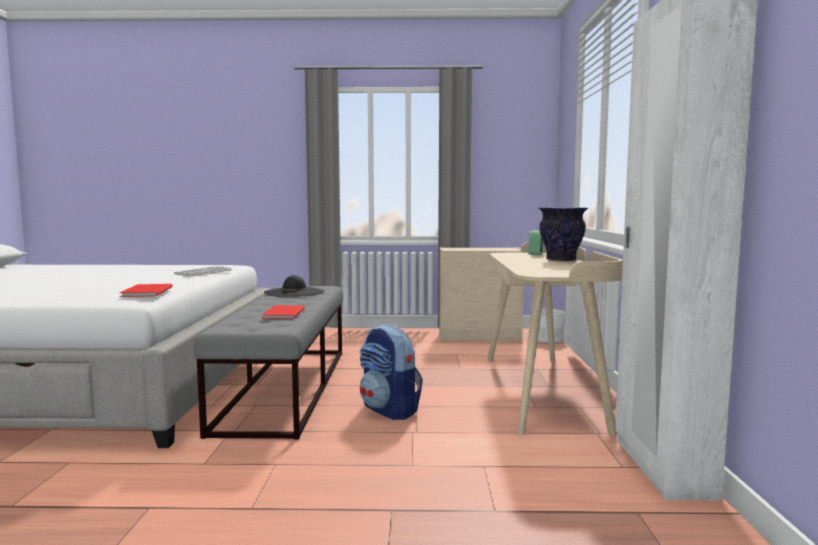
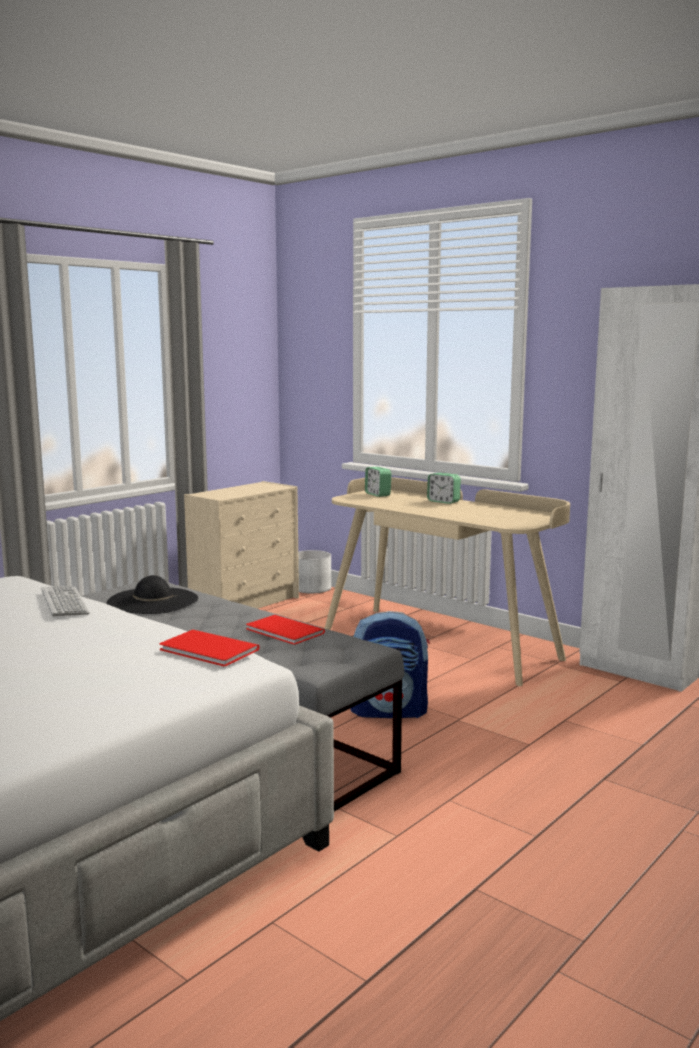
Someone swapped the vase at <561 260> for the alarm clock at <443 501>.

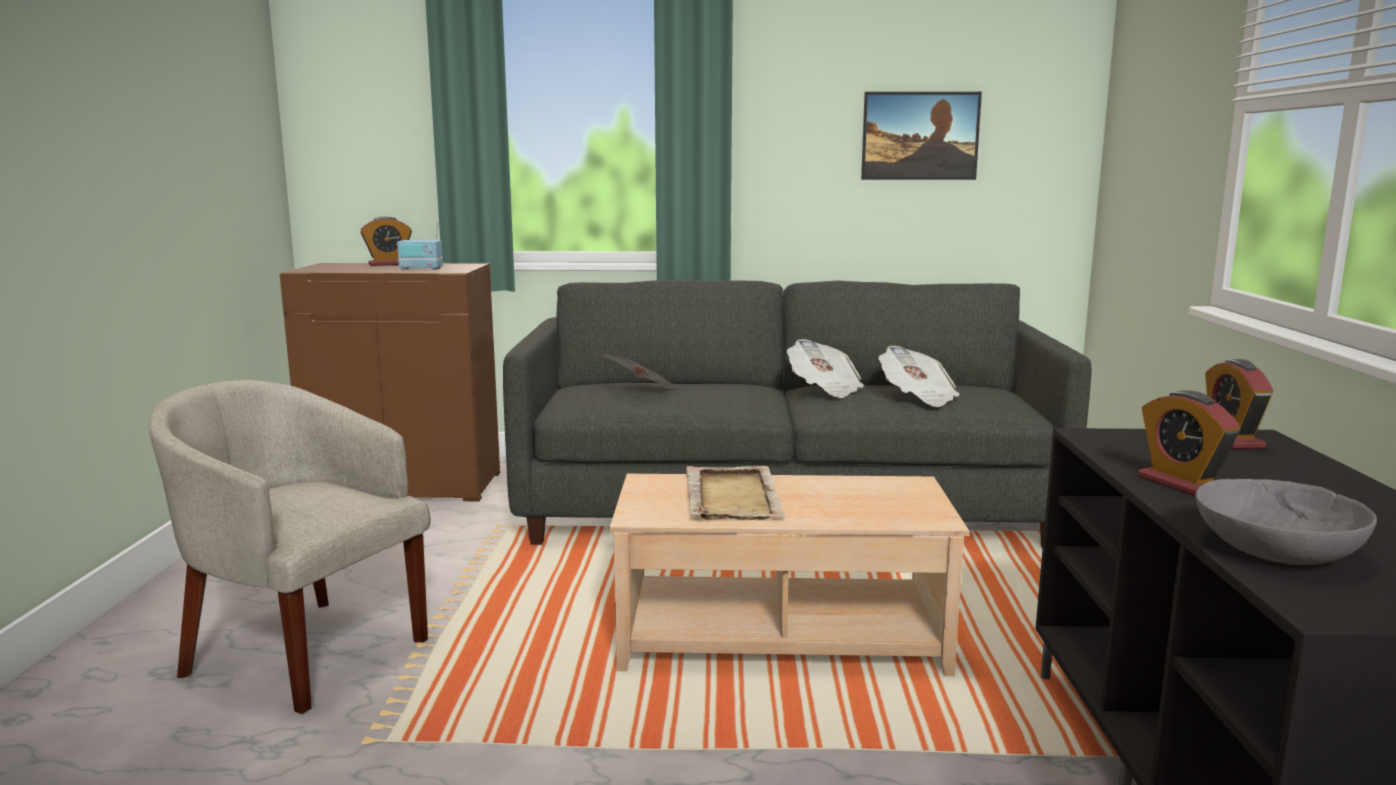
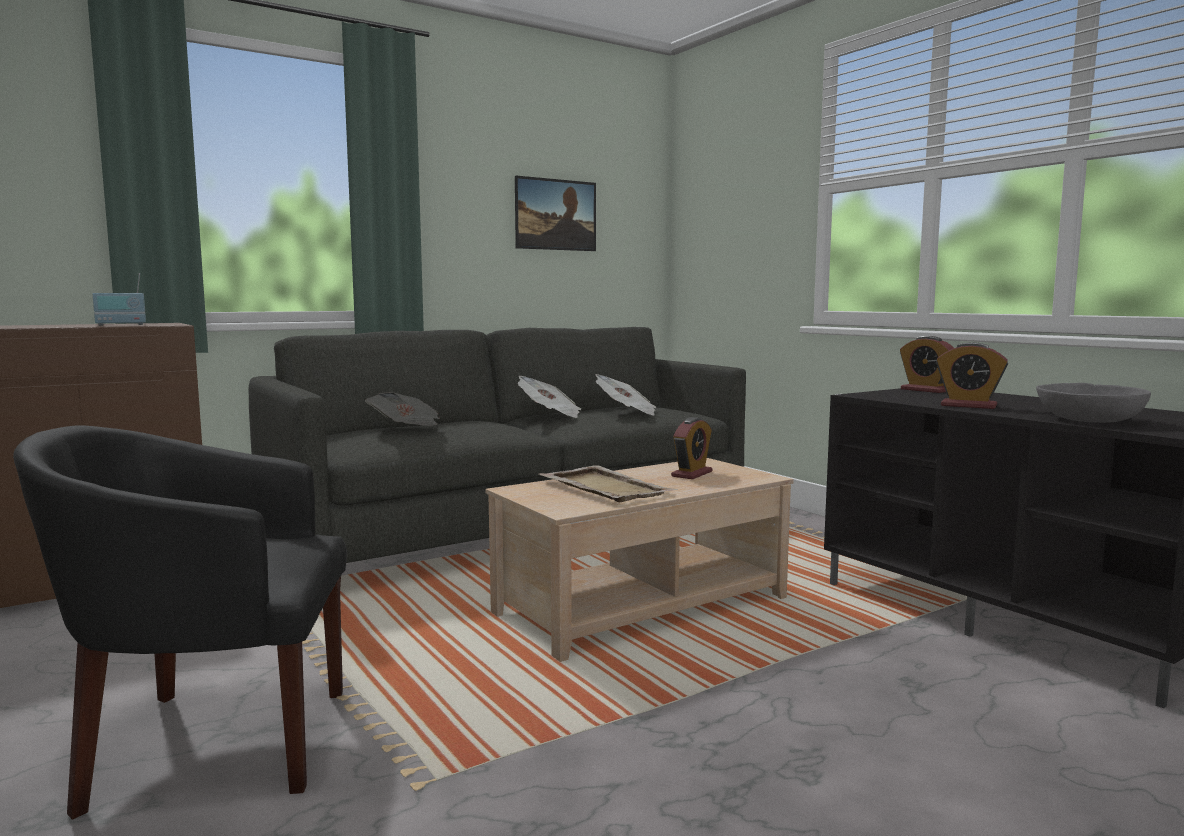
Someone carried the alarm clock from <388 264> to <692 474>. Someone repainted the armchair in beige at <303 652>, which became the armchair in black at <210 744>.

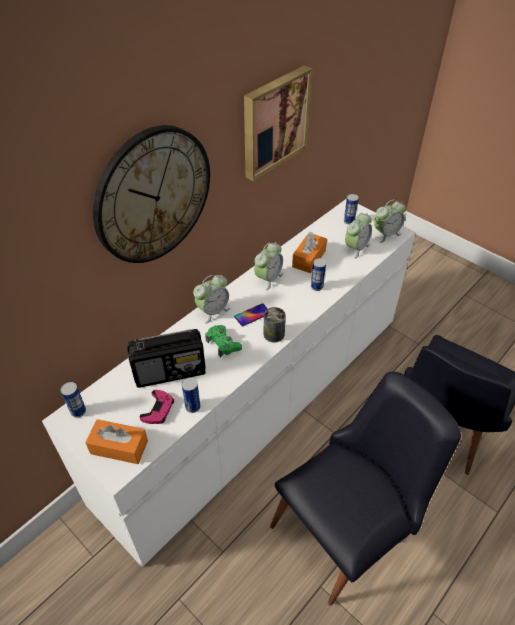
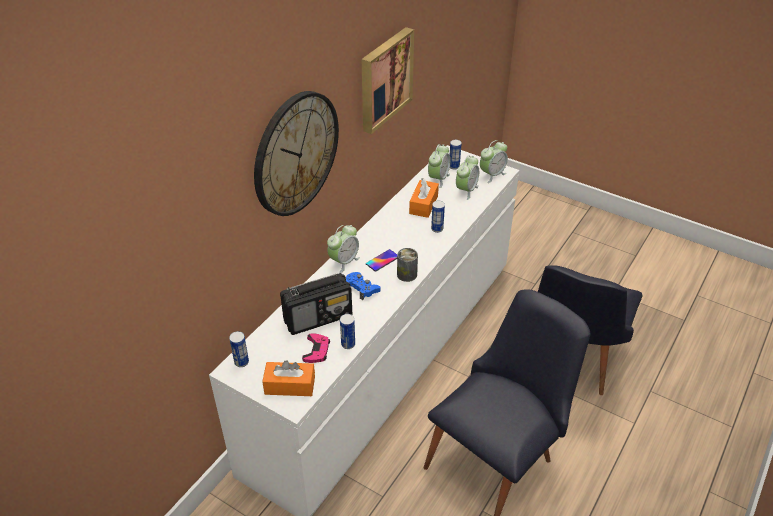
Someone carried the alarm clock from <268 278> to <438 179>. Someone repainted the game controller in green at <223 344>, which became the game controller in blue at <361 288>.

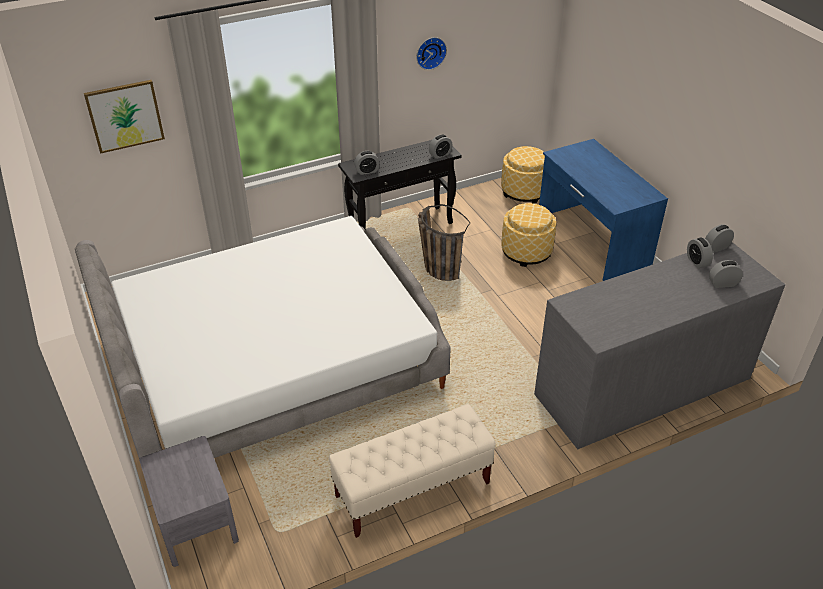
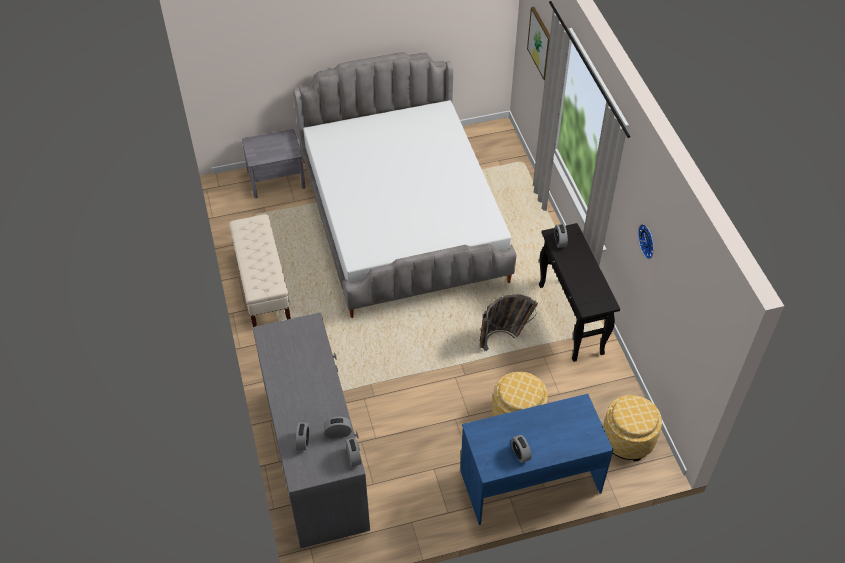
Someone carried the alarm clock from <440 154> to <520 454>.

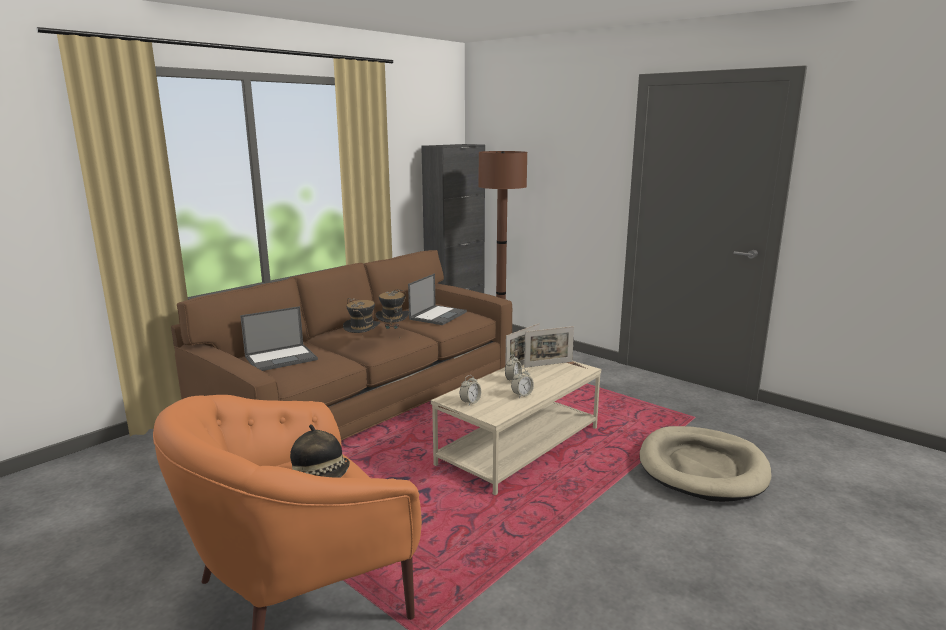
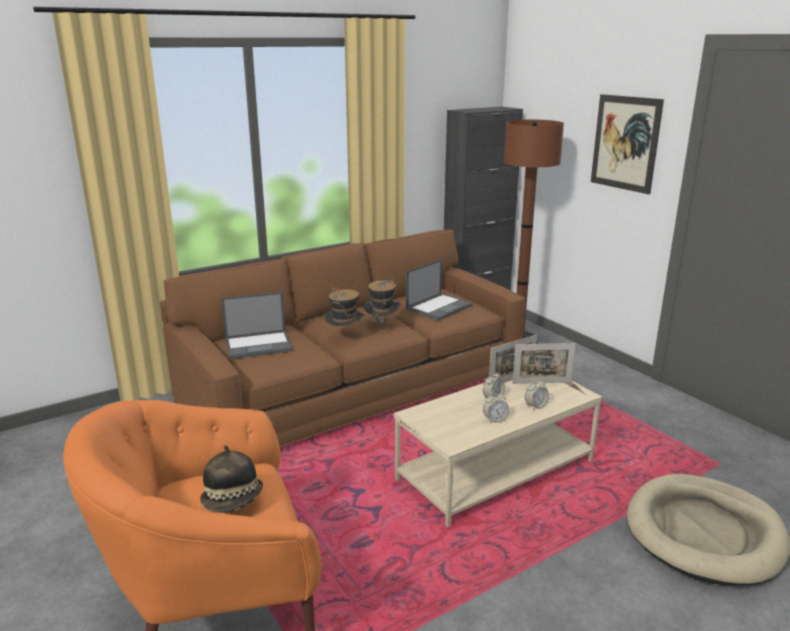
Someone put up the picture at <625 143>. Someone carried the alarm clock from <470 402> to <535 406>.

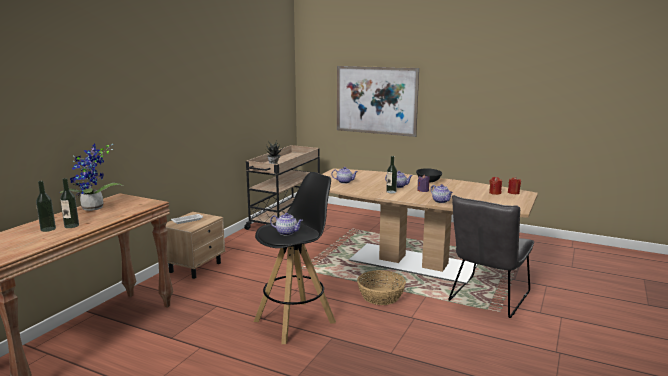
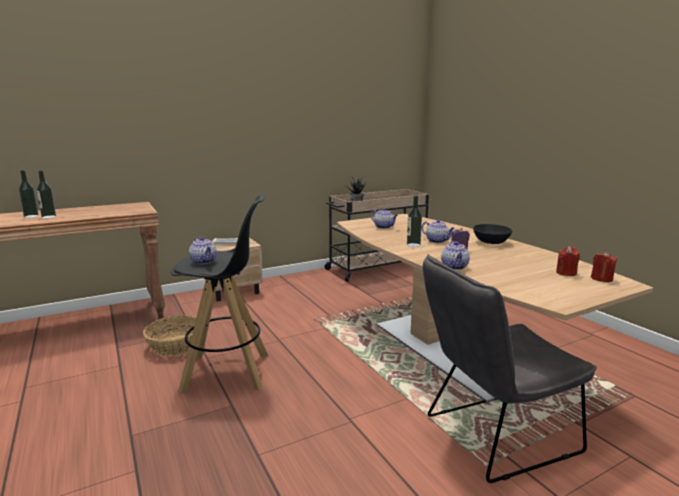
Someone took away the potted plant at <94 209>. Someone took away the picture at <376 100>. Someone carried the basket from <381 296> to <176 345>.

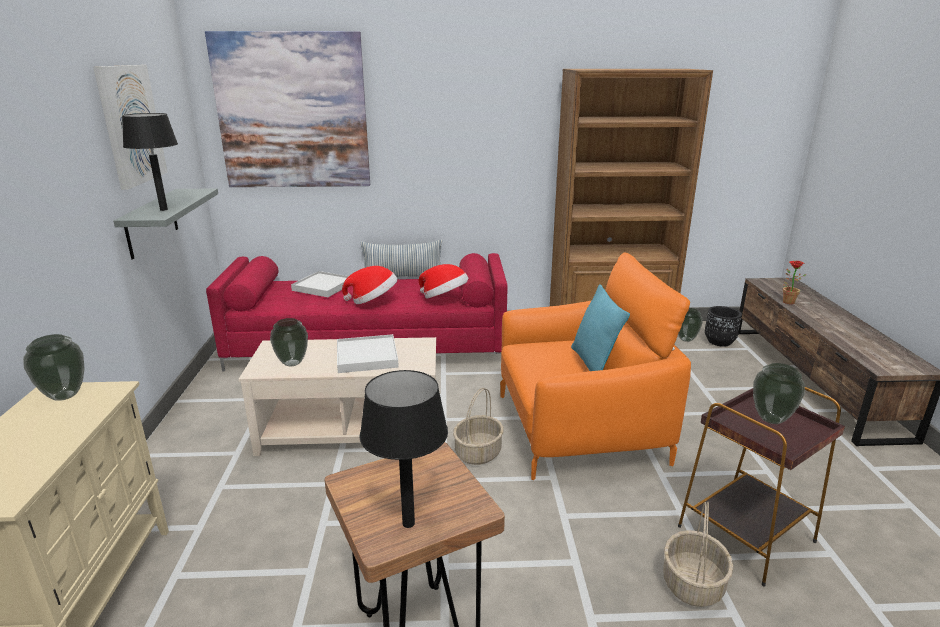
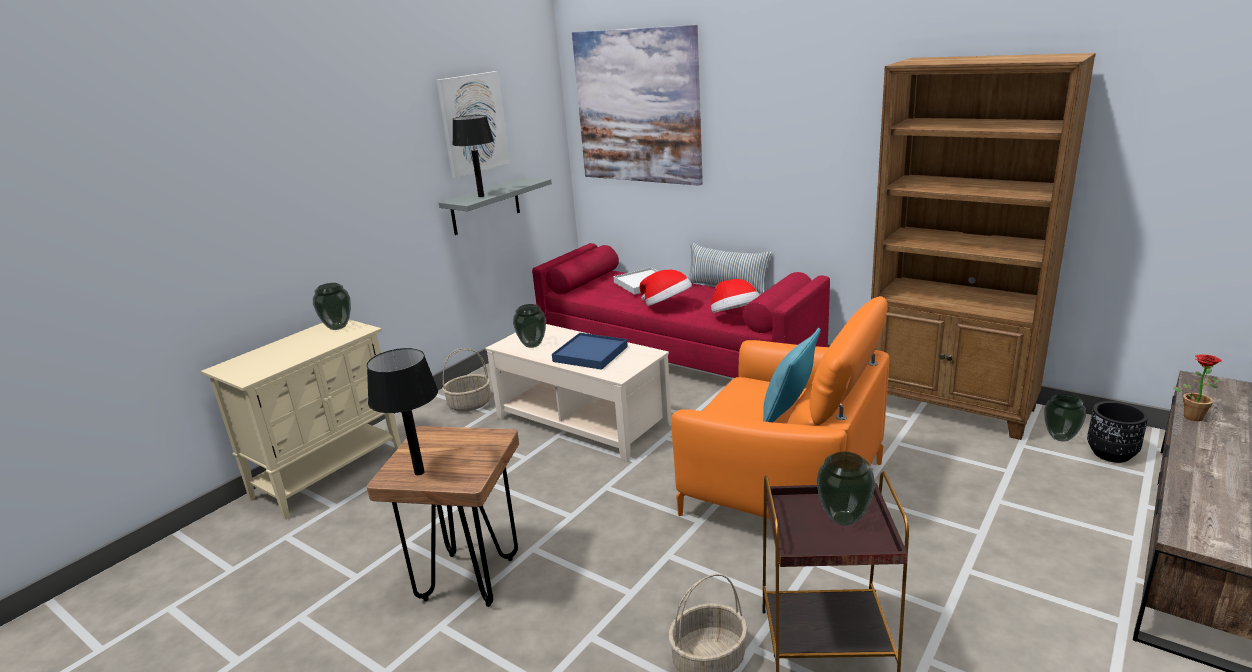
Someone carried the basket from <478 452> to <470 404>. Someone repainted the tray in white at <367 357>, which became the tray in blue at <590 354>.

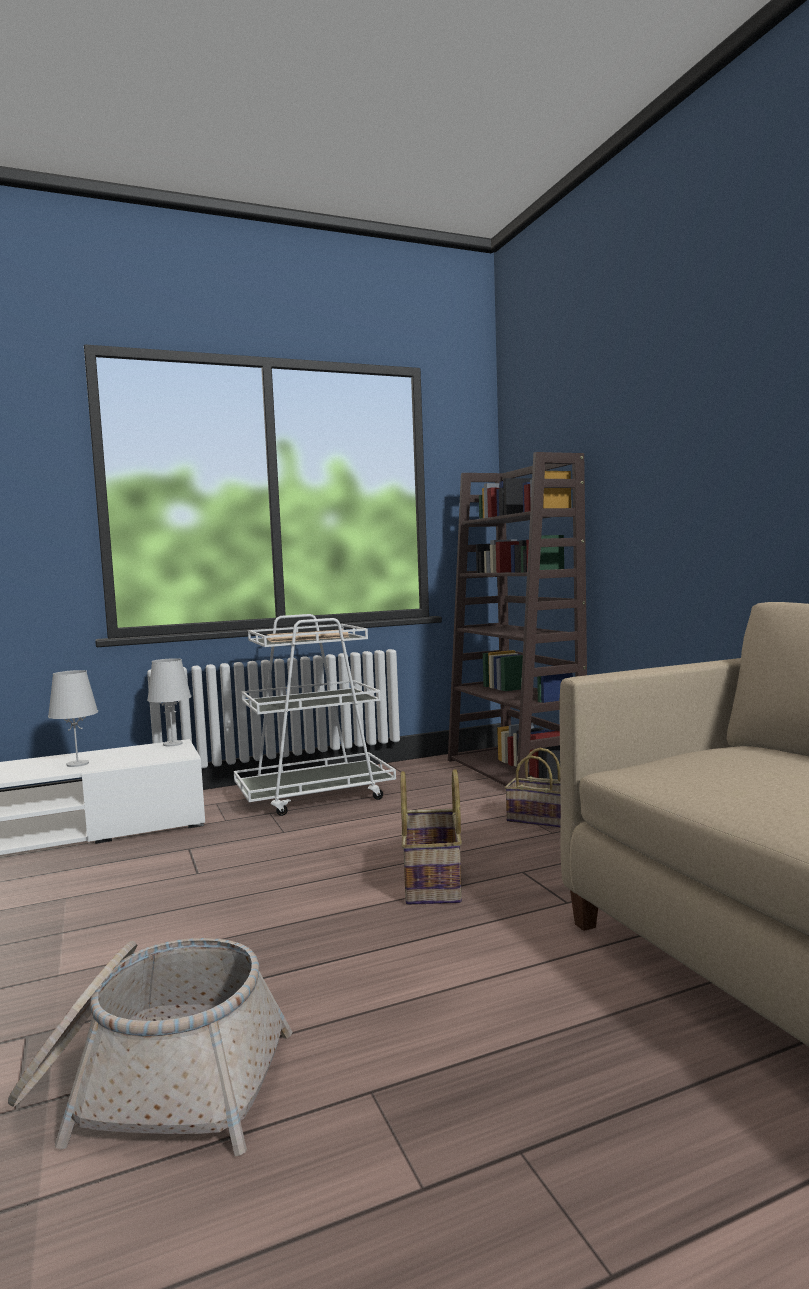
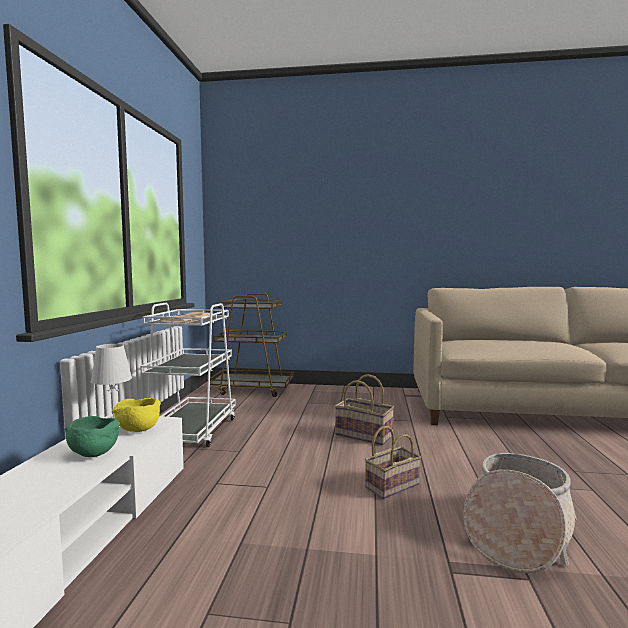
Someone put down the bowl in yellow at <137 430>. Someone carried the basket from <541 819> to <392 485>. Someone swapped the table lamp in white at <78 764> for the bowl in green at <92 454>. Someone swapped the bookcase in brown at <515 772> for the cart in brown at <252 389>.

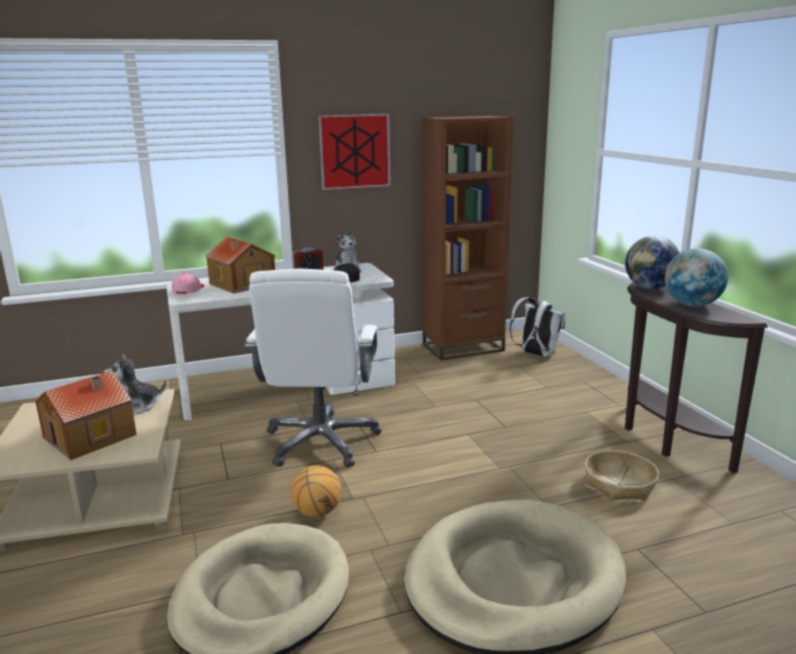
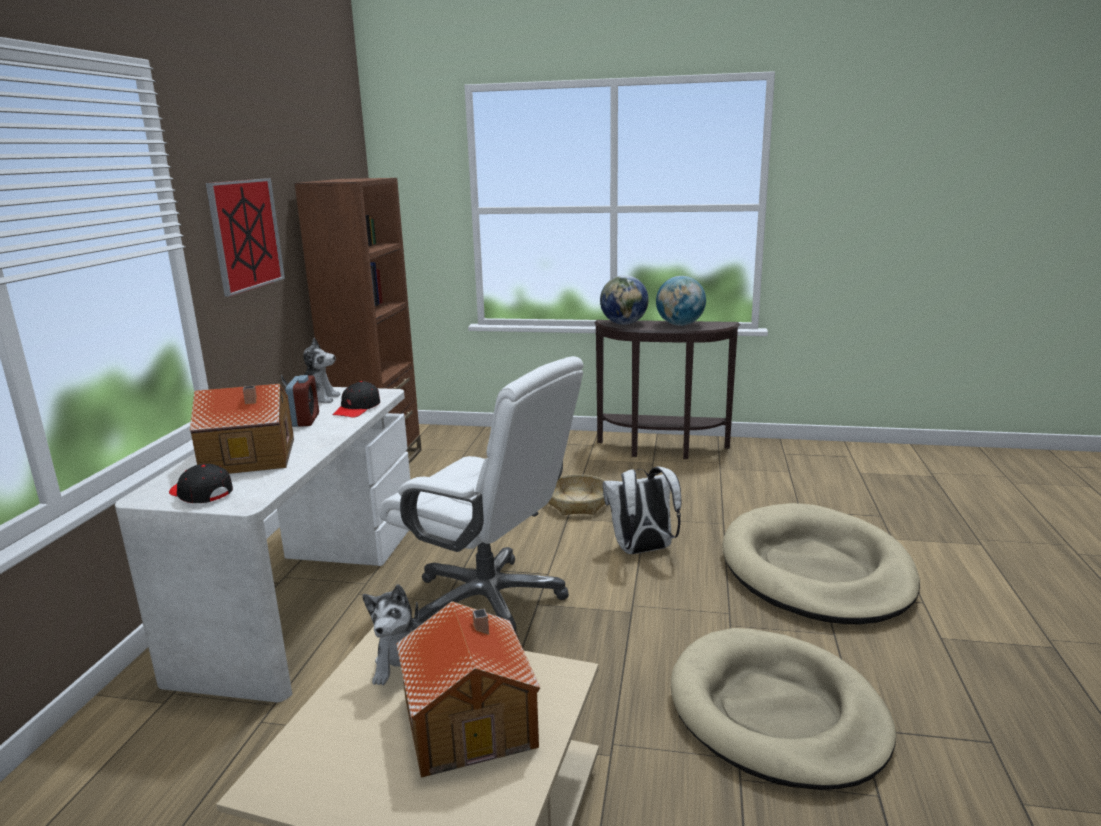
Someone took away the basketball at <317 512>. Someone carried the backpack in white from <536 354> to <642 550>. Someone carried the basket from <619 484> to <578 503>. Someone repainted the cap in pink at <188 290>, which became the cap in black at <201 493>.

